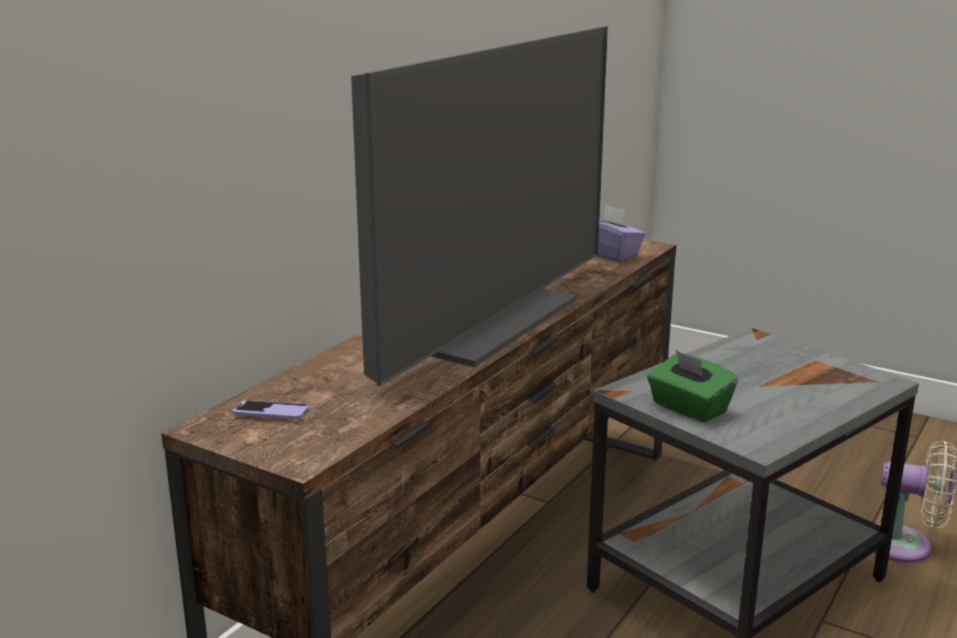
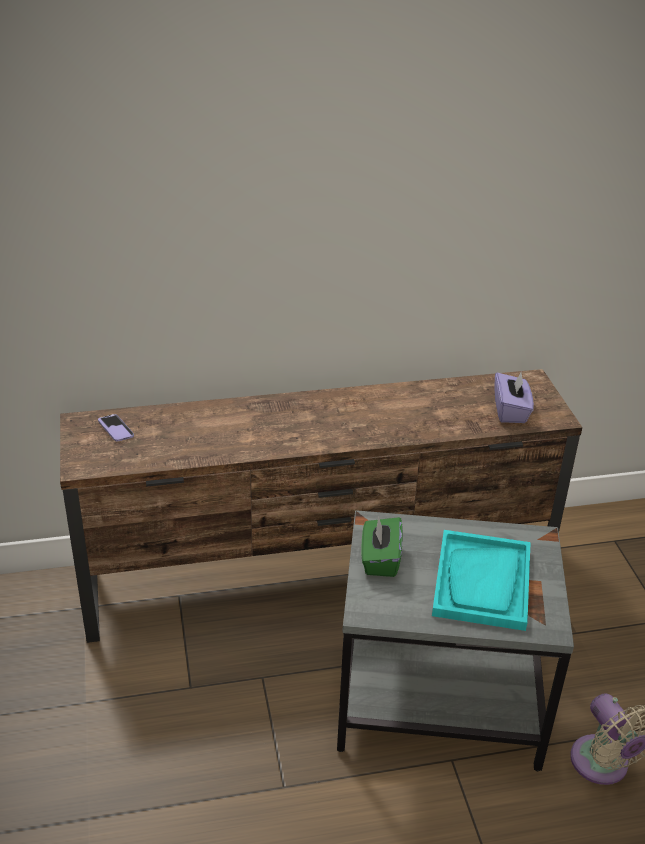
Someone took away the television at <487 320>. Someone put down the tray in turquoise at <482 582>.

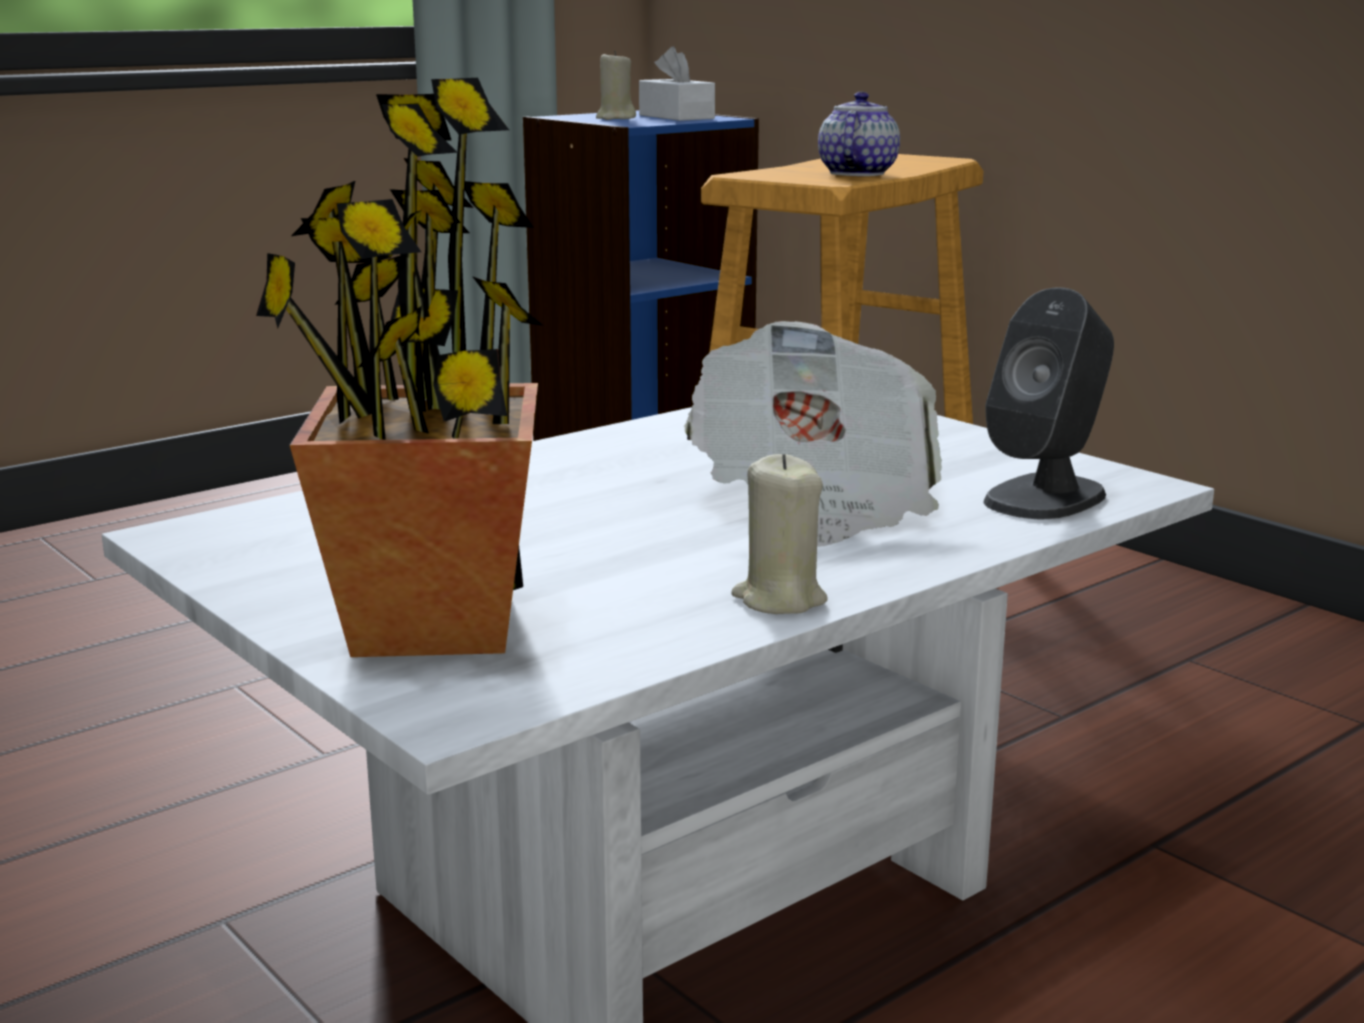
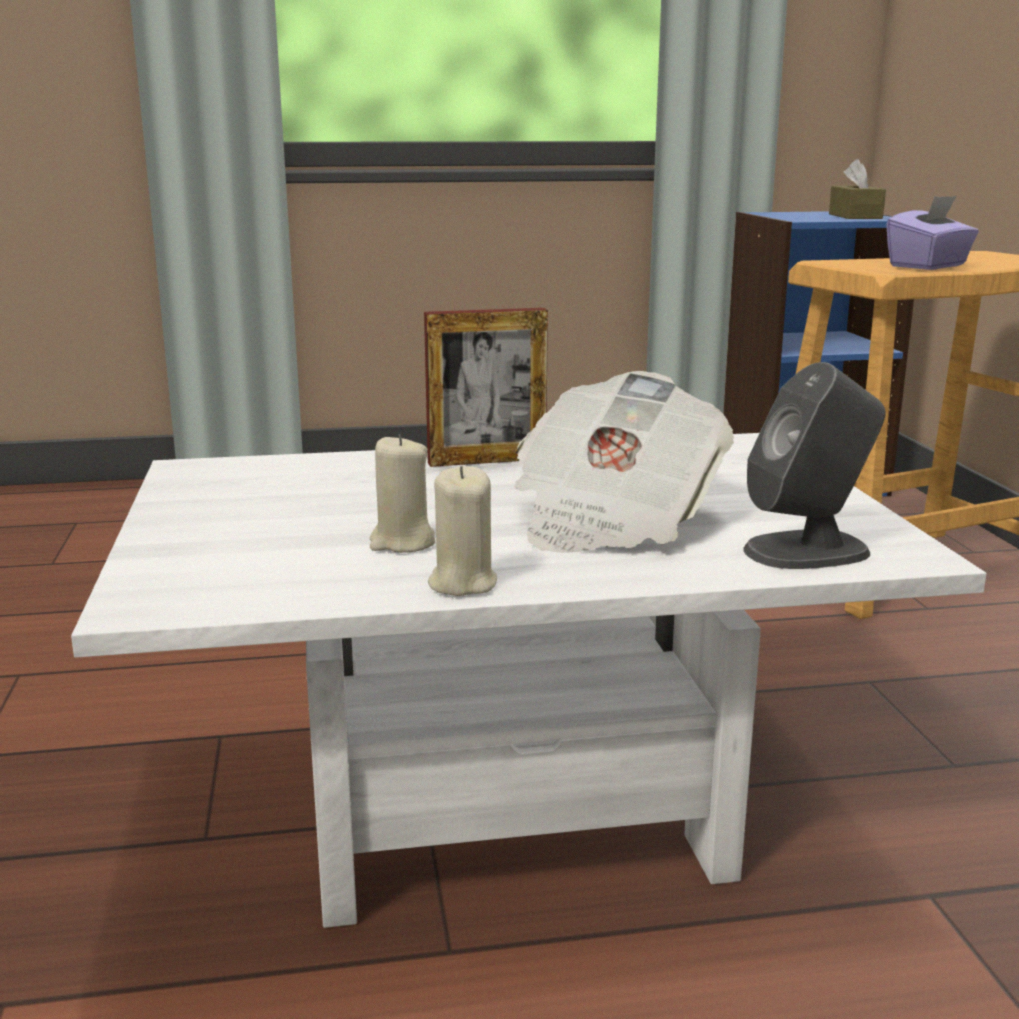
Someone took away the potted plant at <434 626>. Someone put down the picture frame at <487 460>. Someone carried the candle in beige from <615 118> to <402 543>. Someone swapped the teapot at <857 173> for the tissue box in purple at <929 266>. Someone repainted the tissue box in white at <676 117>, which became the tissue box in brown at <855 216>.

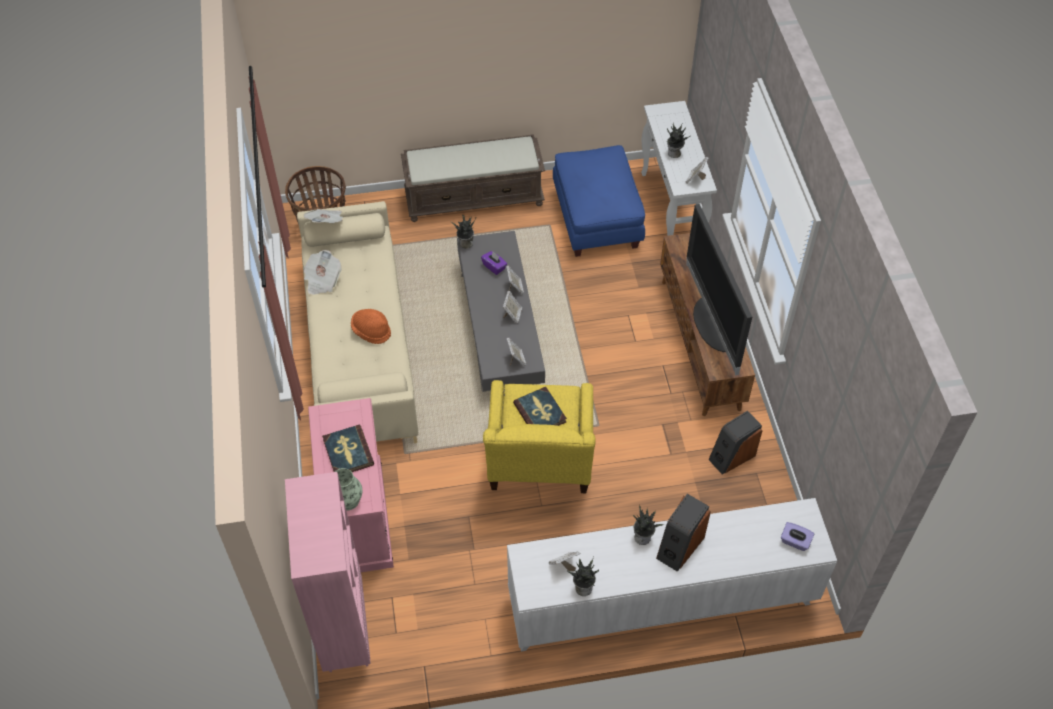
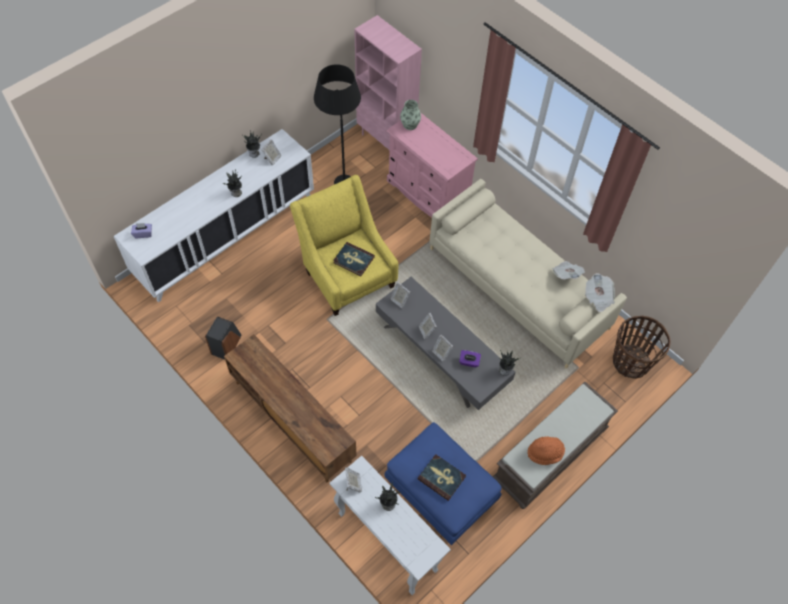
Someone took away the speaker at <679 546>. Someone took away the television at <713 325>. Someone put down the floor lamp in black at <341 175>. Someone carried the book from <348 452> to <441 478>. Someone carried the hat in orange from <371 331> to <545 453>.

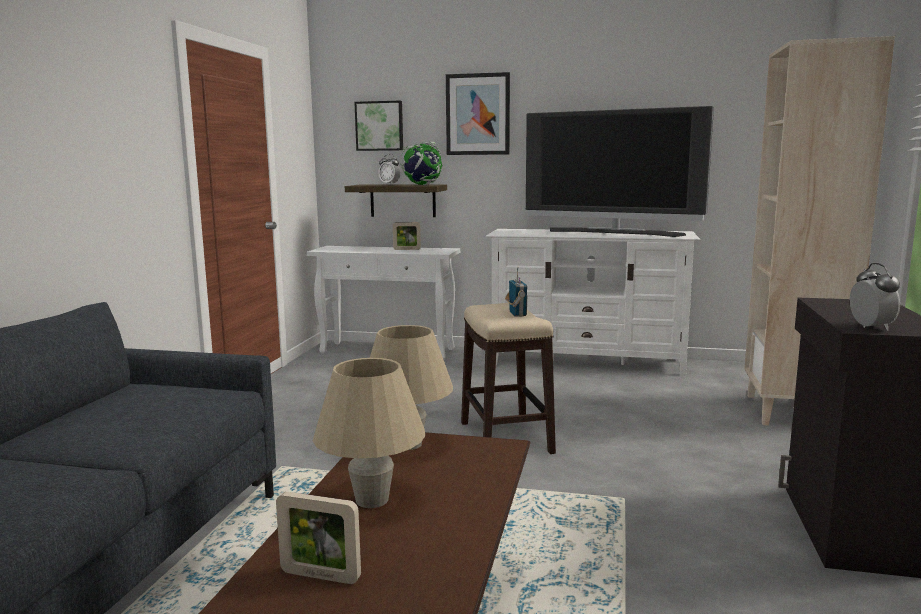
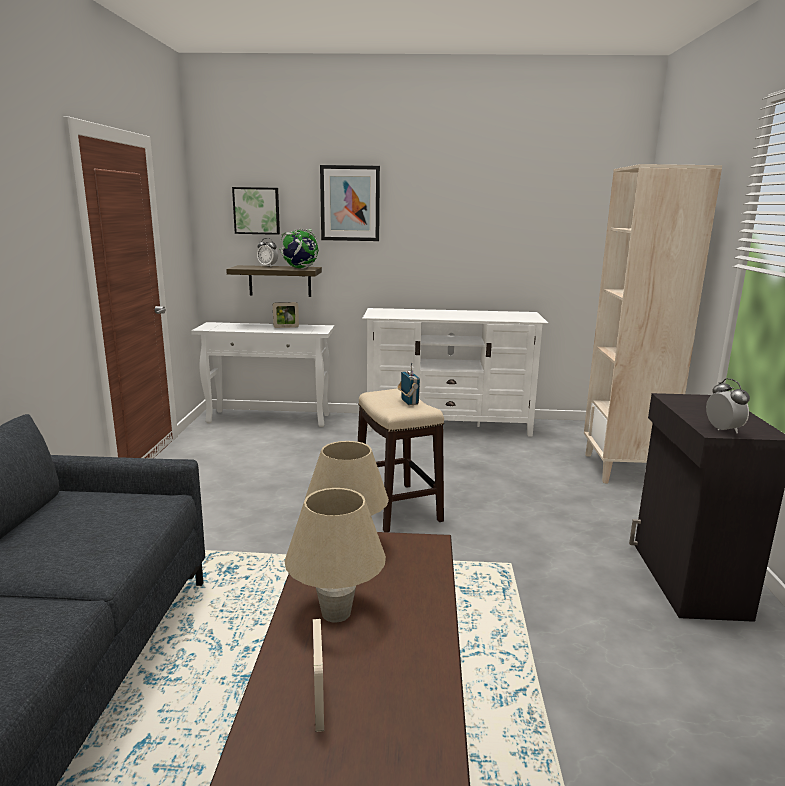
Someone took away the television at <614 233>. Someone rotated the picture frame at <320 576> by 105 degrees counterclockwise.

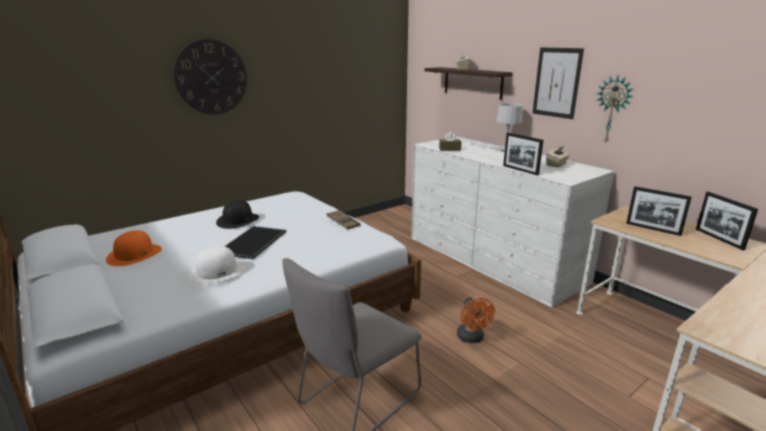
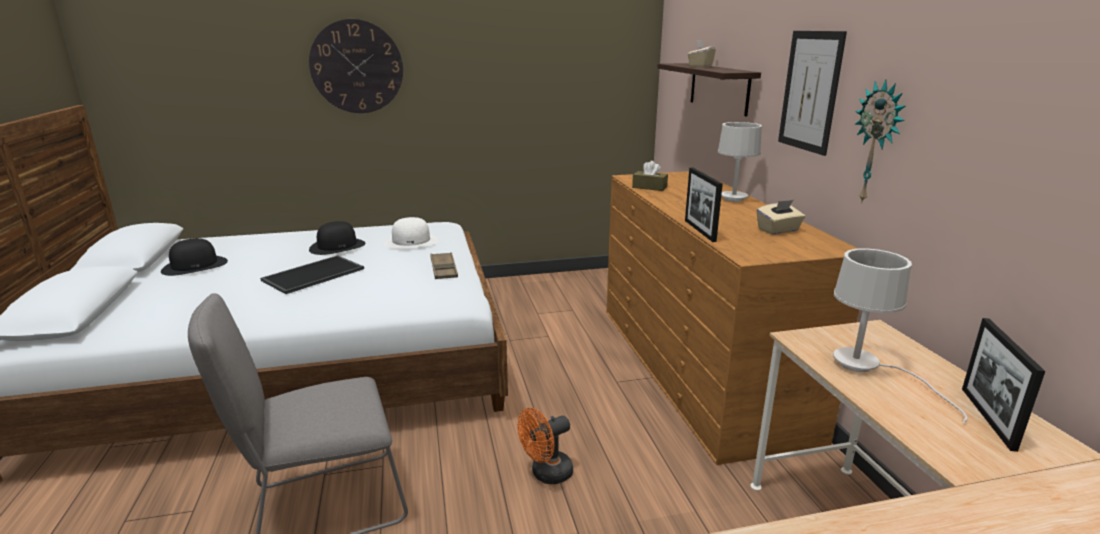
Someone carried the hat in white from <217 272> to <411 242>. Someone swapped the picture frame at <653 229> for the table lamp in white at <868 369>. Someone repainted the hat in orange at <134 254>, which became the hat in black at <195 265>. Someone repainted the dresser in white at <493 258>, which became the dresser in brown at <697 367>. Someone rotated the fan in orange at <472 338> by 45 degrees clockwise.

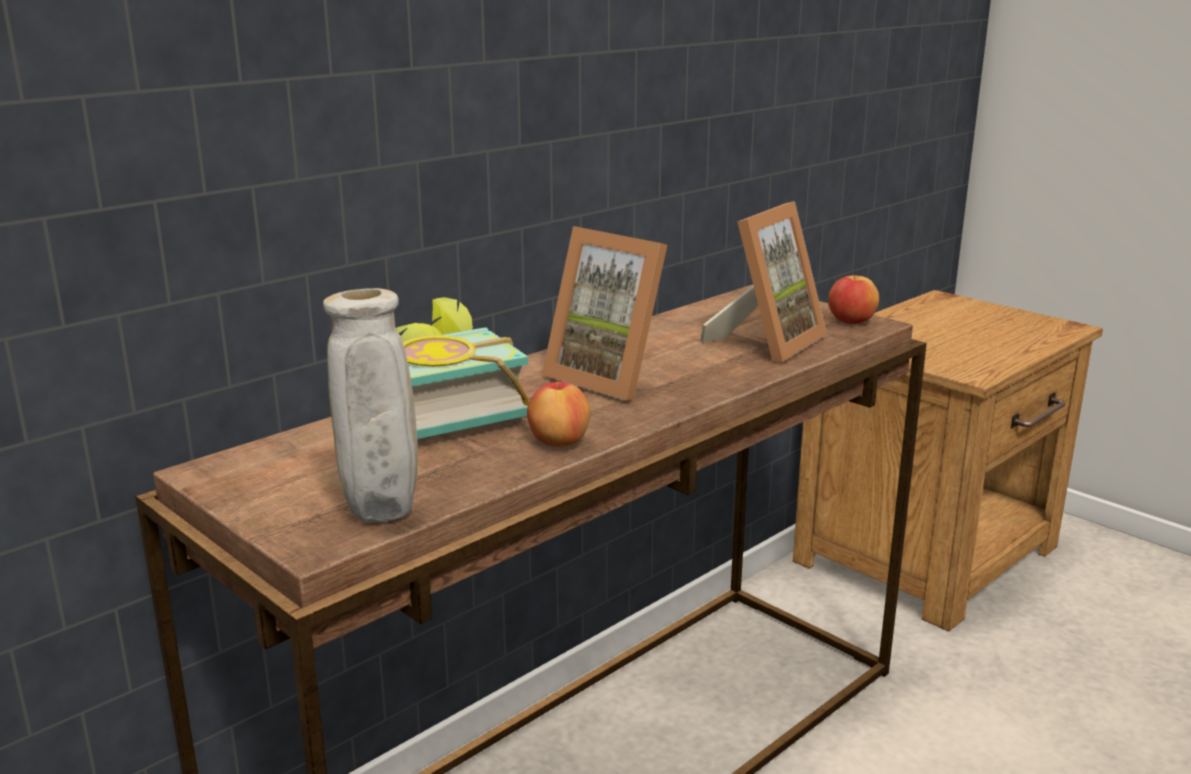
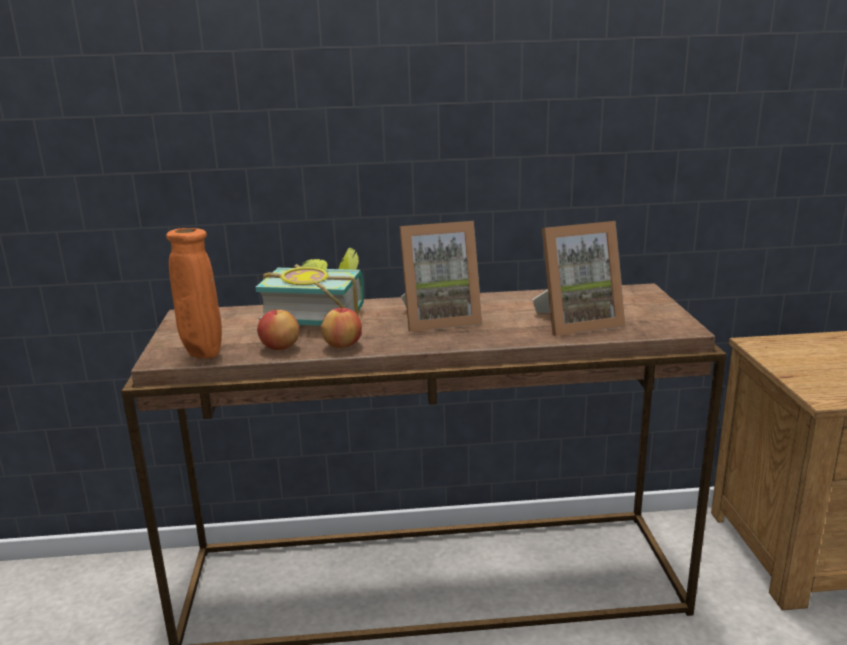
Someone carried the apple from <851 322> to <279 347>. Someone repainted the vase in beige at <381 517>, which became the vase in orange at <203 356>. Someone rotated the picture frame at <611 378> by 90 degrees counterclockwise.

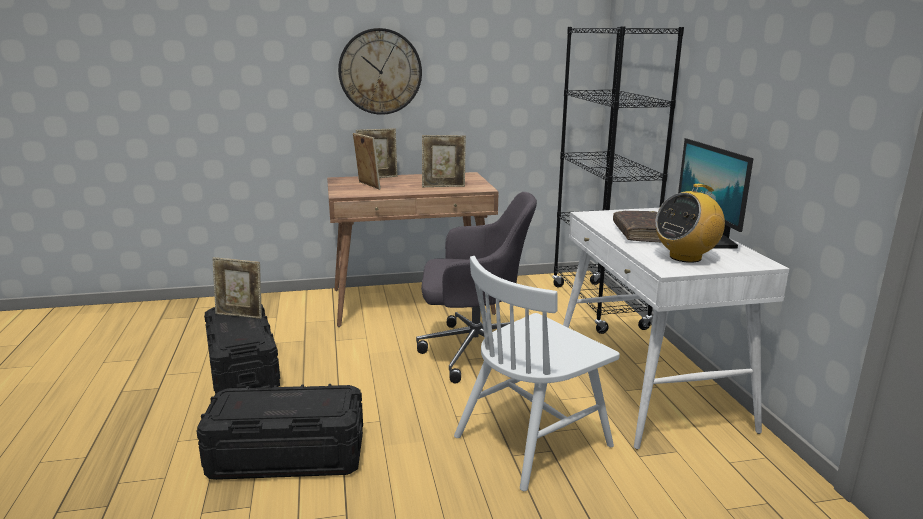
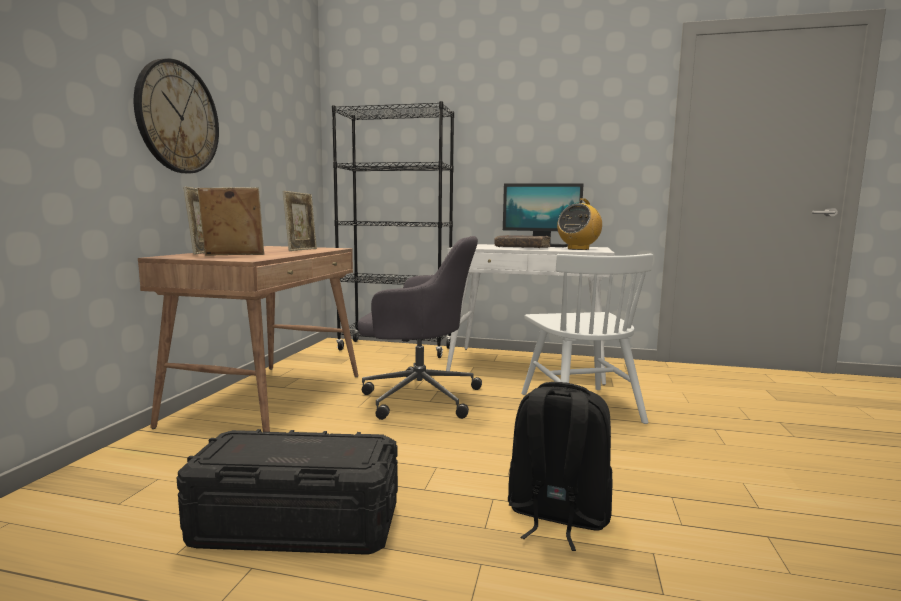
Someone took away the picture frame at <240 315>. Someone swapped the storage box in black at <287 456> for the backpack in black at <556 516>. Someone rotated the office chair in grey at <473 351> by 75 degrees clockwise. Someone rotated the radio at <685 257> by 45 degrees clockwise.

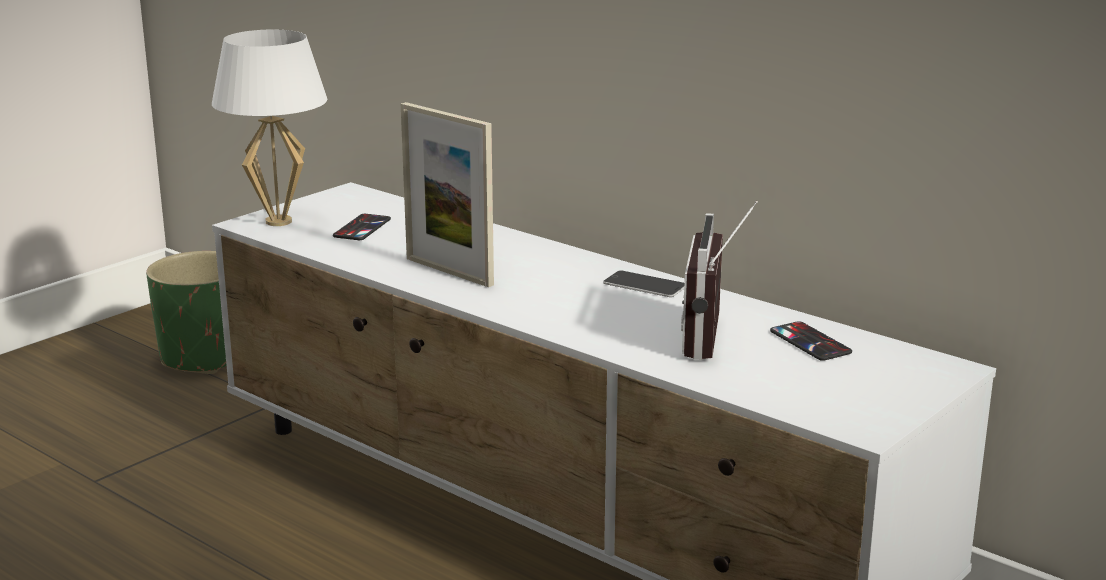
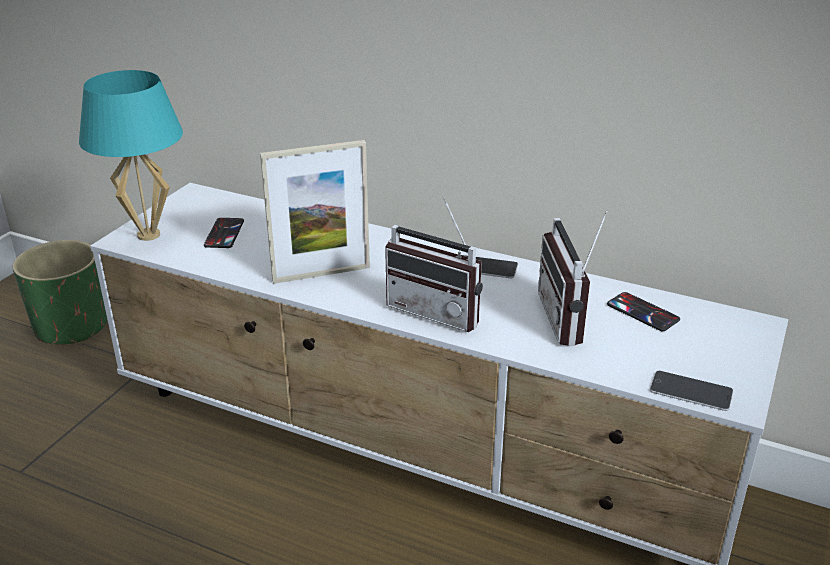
Someone put down the radio at <439 311>. Someone put down the phone at <691 391>. Someone repainted the table lamp in white at <278 222>, which became the table lamp in turquoise at <148 235>. Someone rotated the picture frame at <449 271> by 45 degrees counterclockwise.

